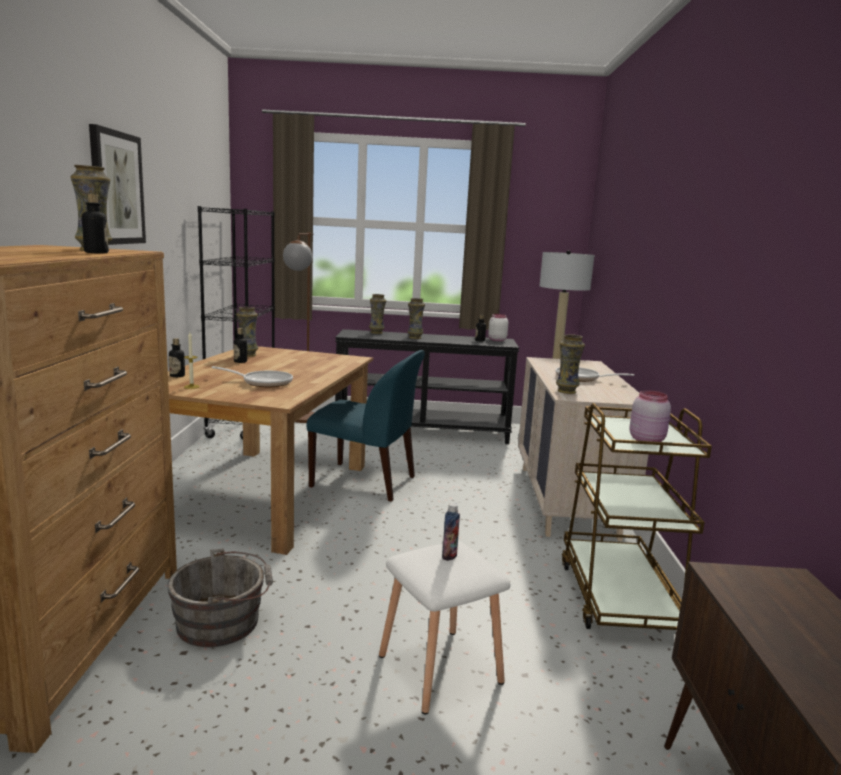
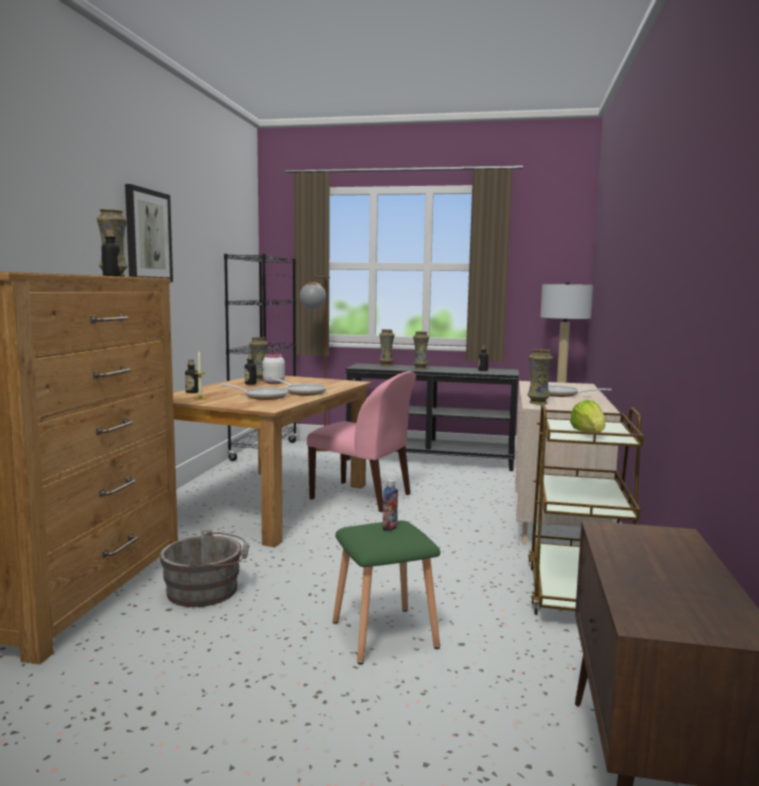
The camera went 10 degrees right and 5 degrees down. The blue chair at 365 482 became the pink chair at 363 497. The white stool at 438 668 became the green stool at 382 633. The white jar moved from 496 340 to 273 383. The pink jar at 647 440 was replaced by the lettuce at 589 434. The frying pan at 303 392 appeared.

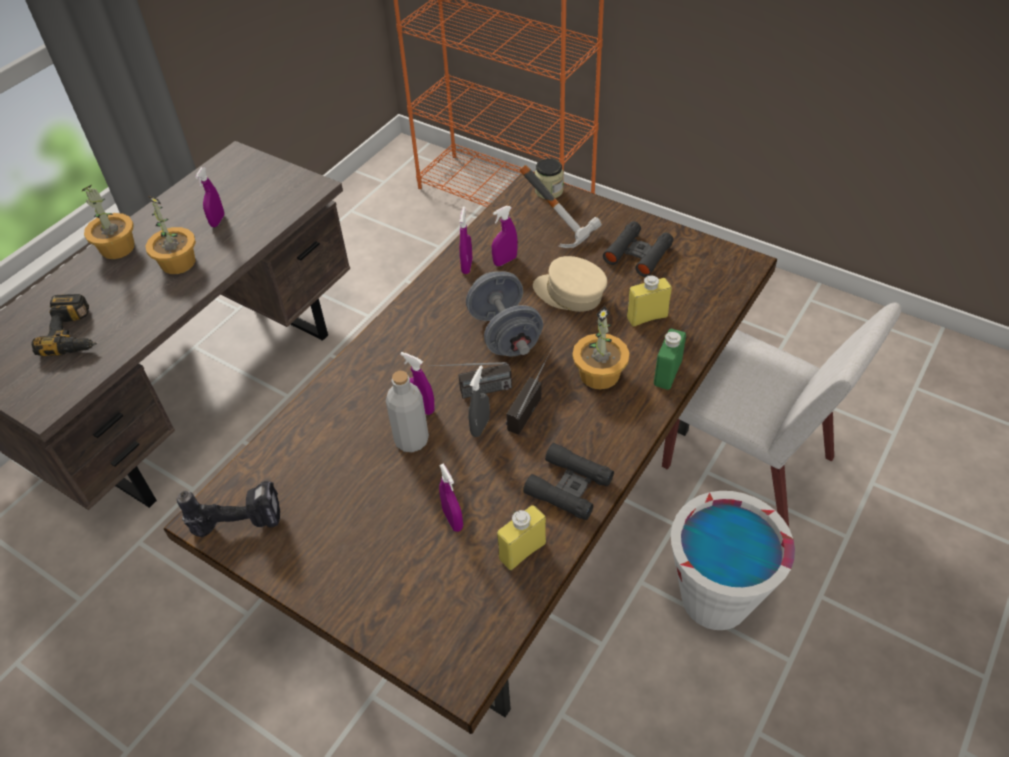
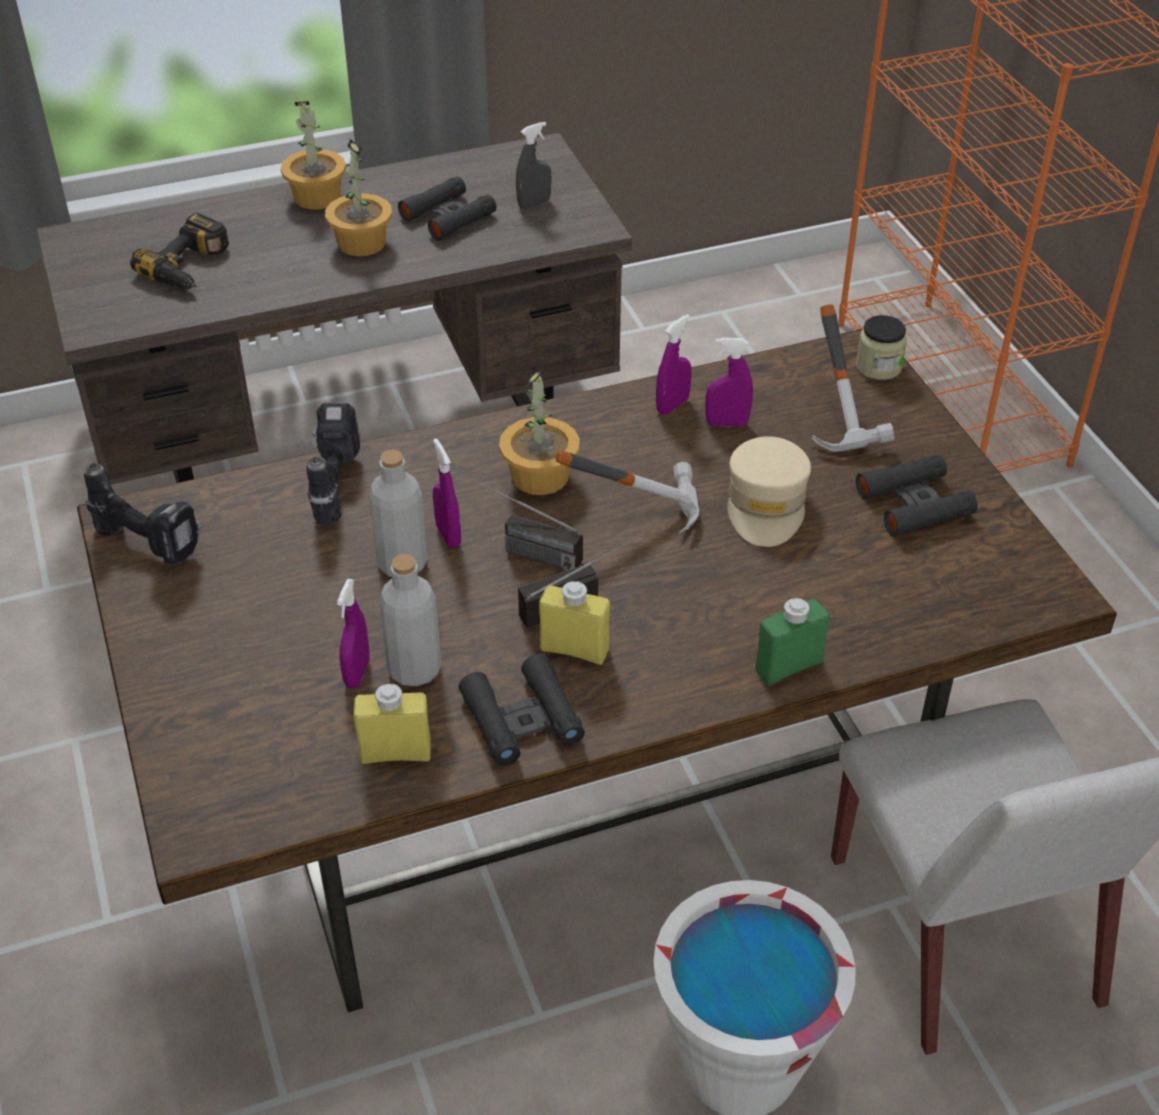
The camera went 35 degrees right and 5 degrees down. The purple spray bottle at 217 221 was replaced by the black binoculars at 448 216. The grey dumbbell at 505 334 was replaced by the hammer at 633 508. The grey spray bottle moved from 480 426 to 534 204. The beige cap at 569 294 turned 150 degrees counterclockwise. The potted plant moved from 600 374 to 541 476. The yellow bottle moved from 647 317 to 574 649. The power drill at 330 485 appeared. The grey bottle at 414 669 appeared.

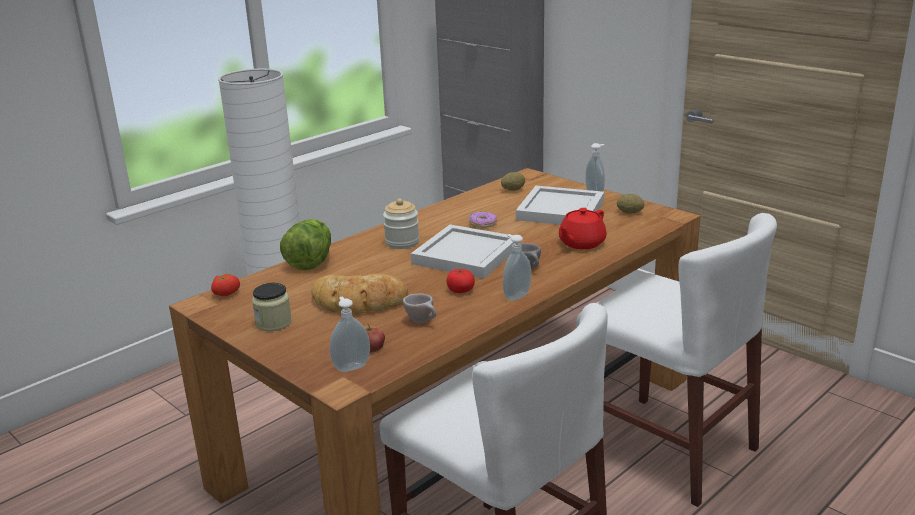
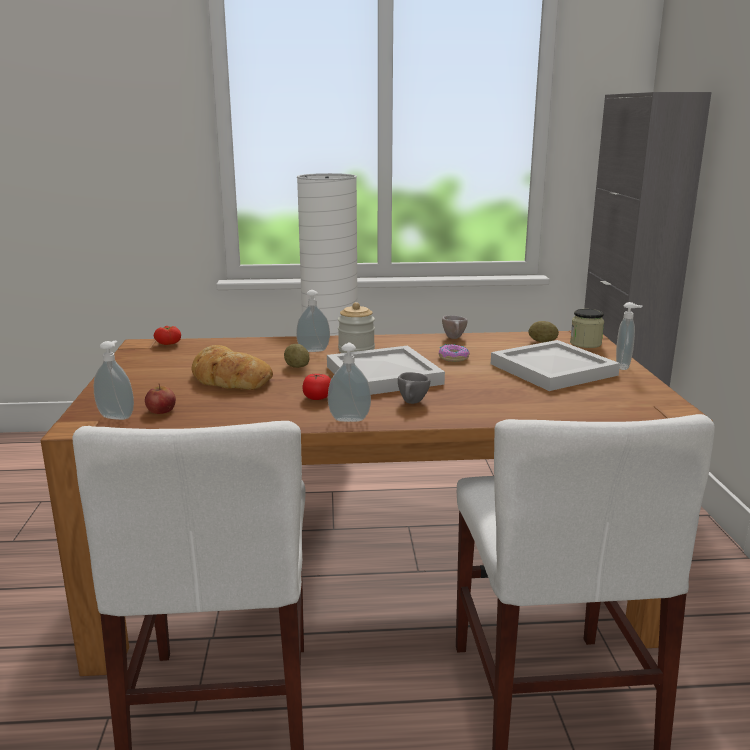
The camera went 40 degrees right and 5 degrees down. The jar moved from 273 323 to 585 343. The lettuce at 310 261 disappeared. The beige cup moved from 423 321 to 455 338. The red teapot at 581 243 disappeared. The potato moved from 630 213 to 297 367. The soap dispenser at 313 350 appeared.

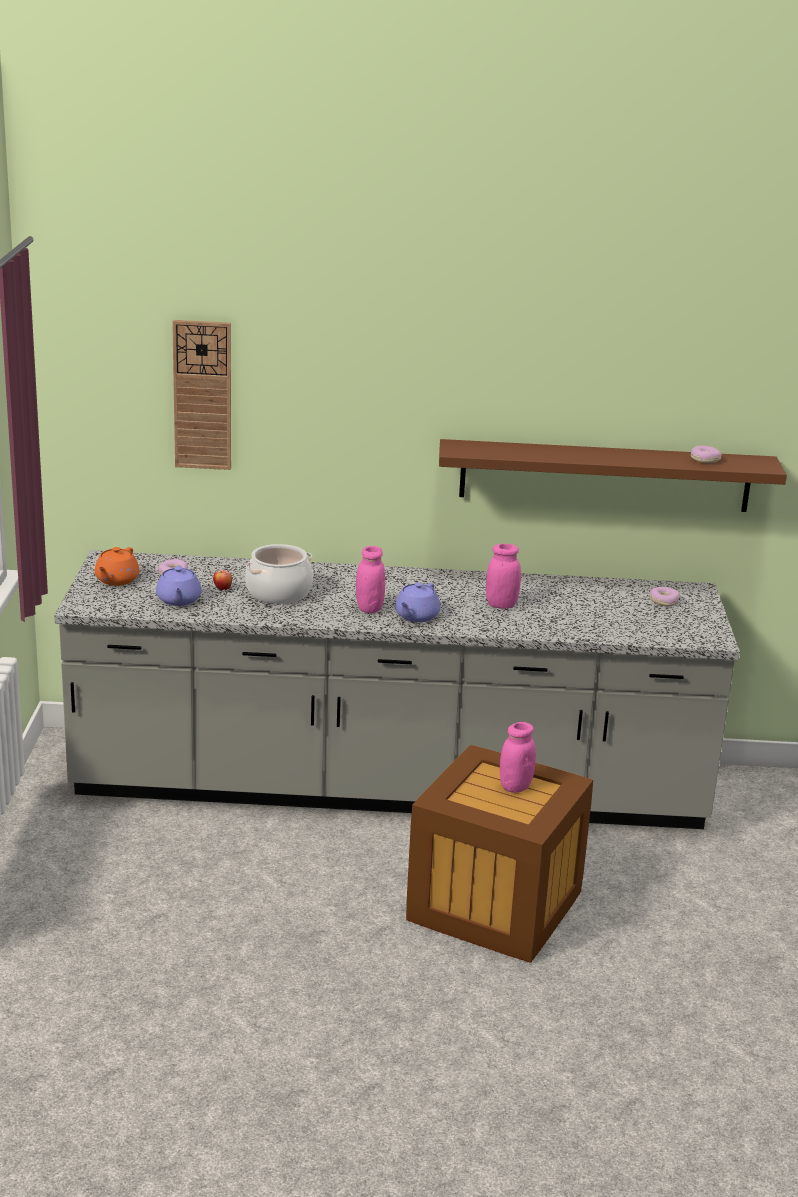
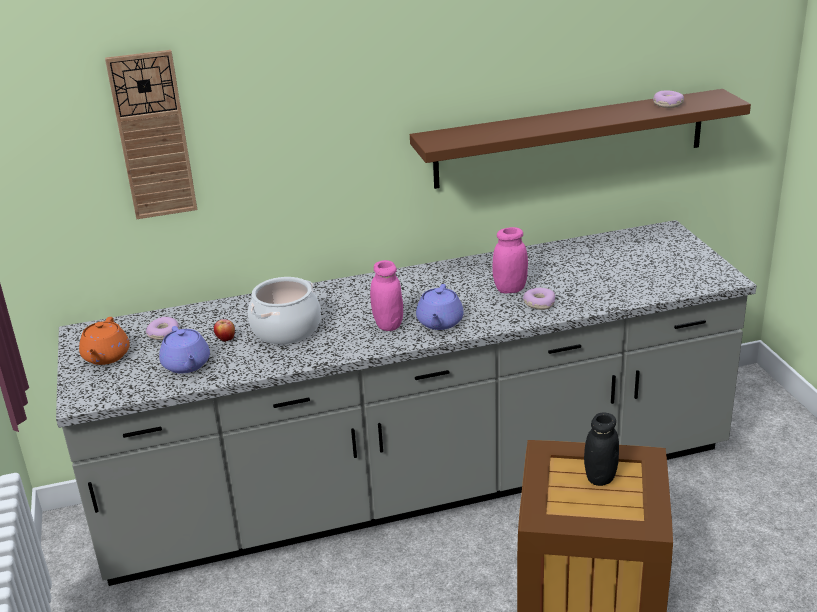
The camera went 15 degrees left and 5 degrees up. The pink jar at 515 786 became the black jar at 600 477. The donut moved from 663 601 to 539 303.

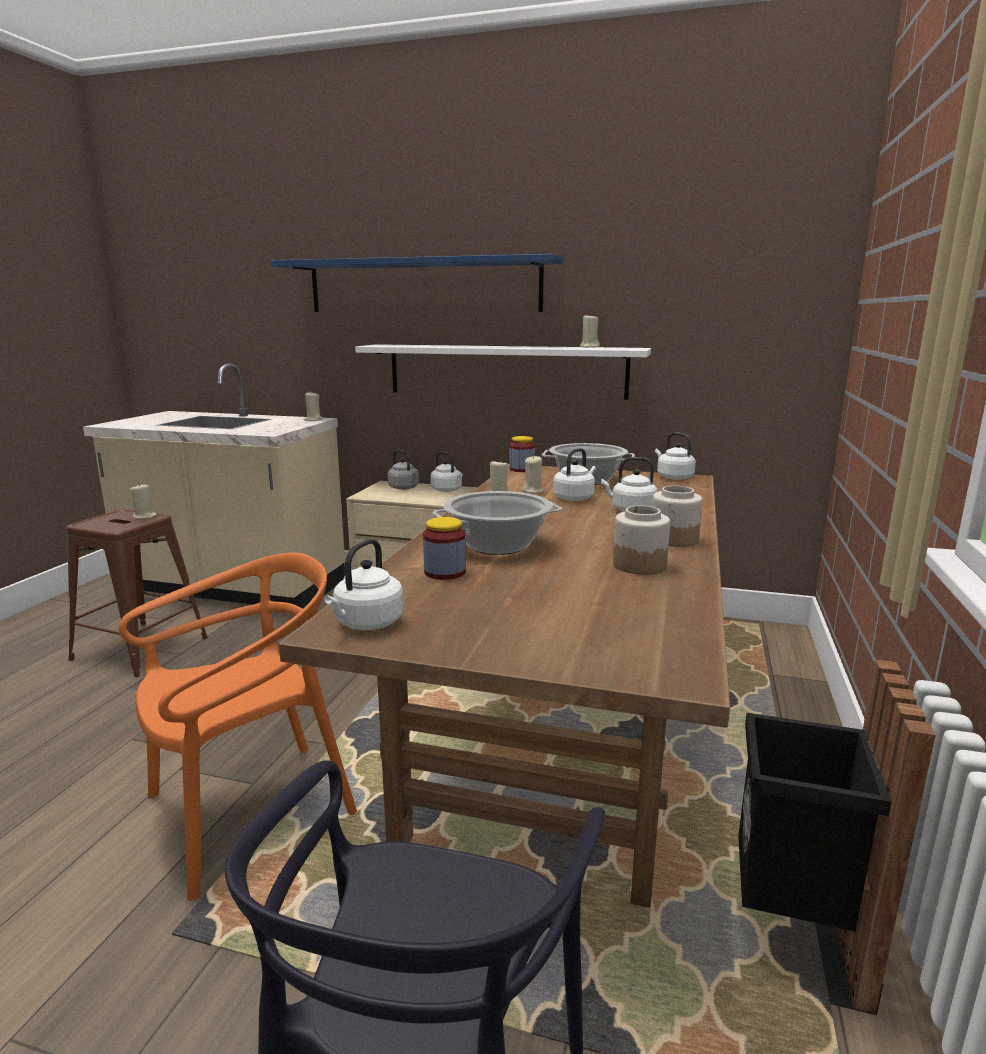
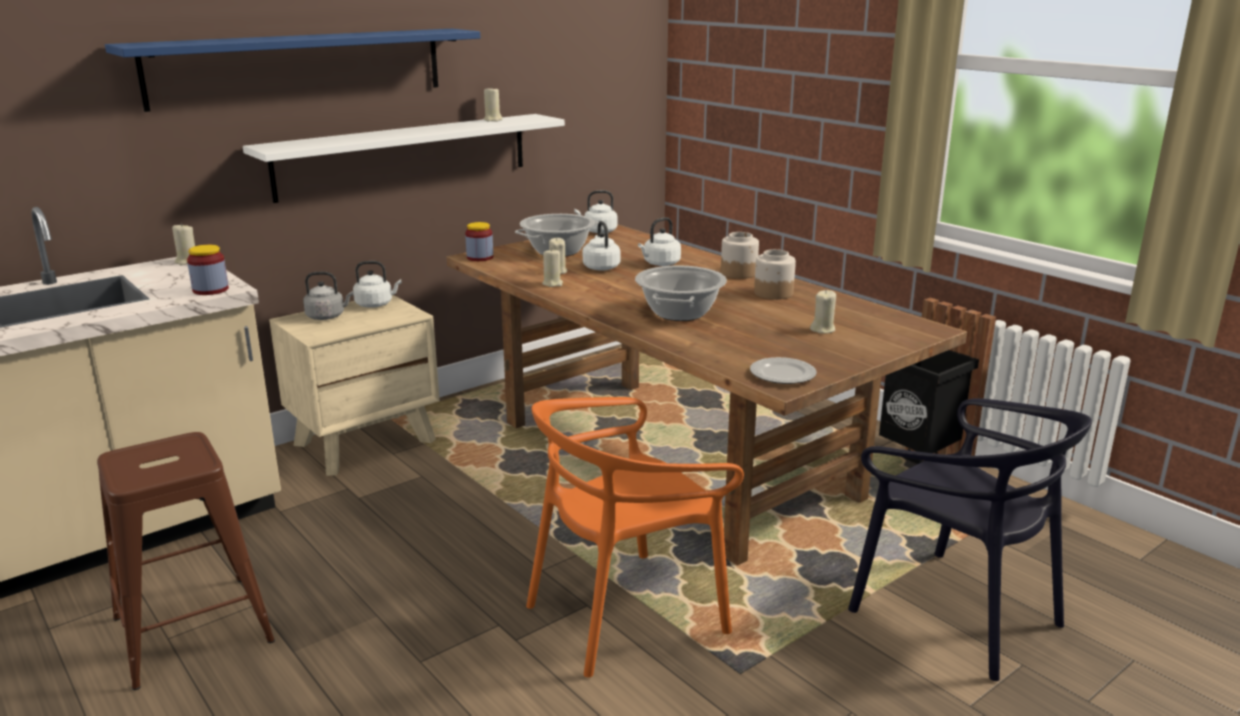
The camera went 55 degrees left and 5 degrees up. The orange chair at 249 811 turned 120 degrees counterclockwise. The beige candle moved from 144 516 to 822 329. The white kettle at 366 624 was replaced by the plate at 783 374. The jar moved from 445 572 to 210 290.

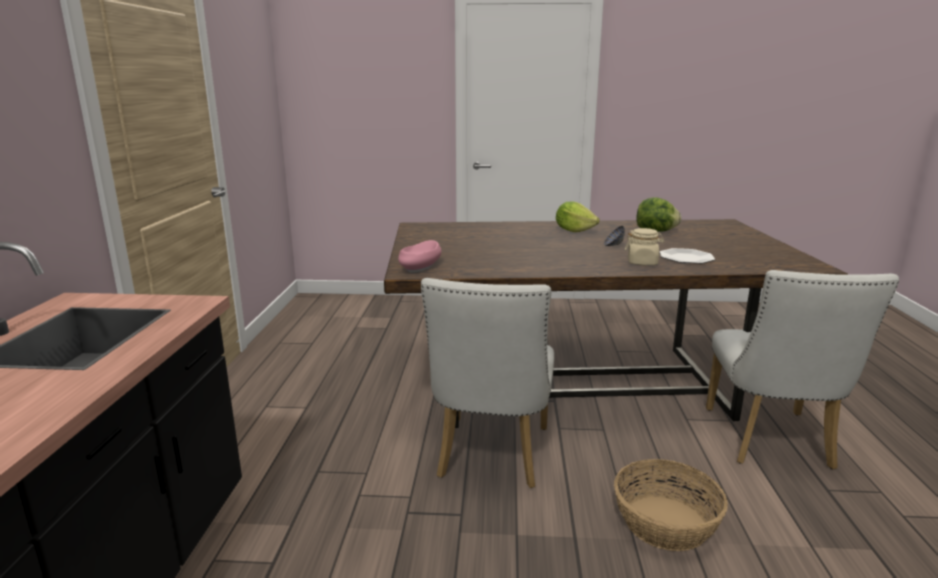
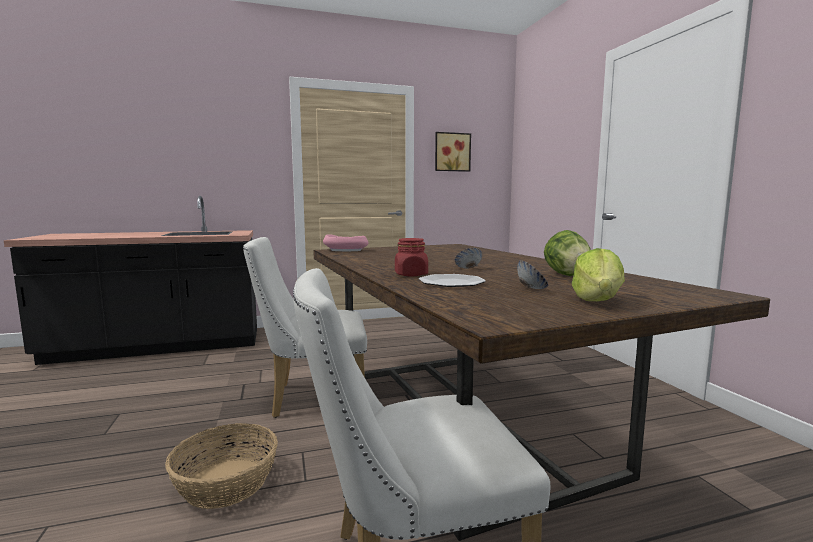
The camera went 70 degrees right and 10 degrees down. The lettuce moved from 574 230 to 597 300. The beige jar at 642 262 became the red jar at 411 274. The picture at 452 152 appeared. The bowl at 531 288 appeared.

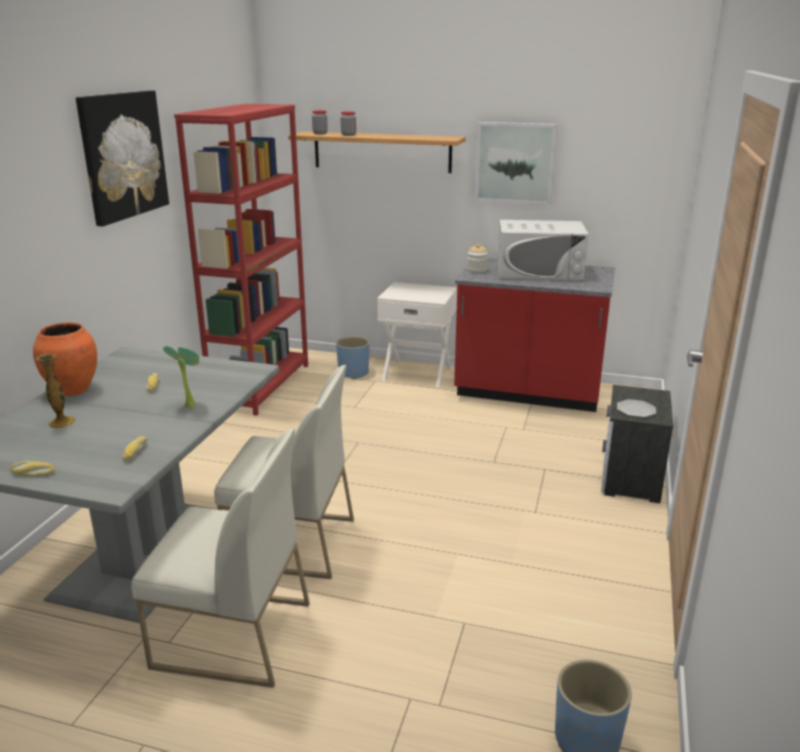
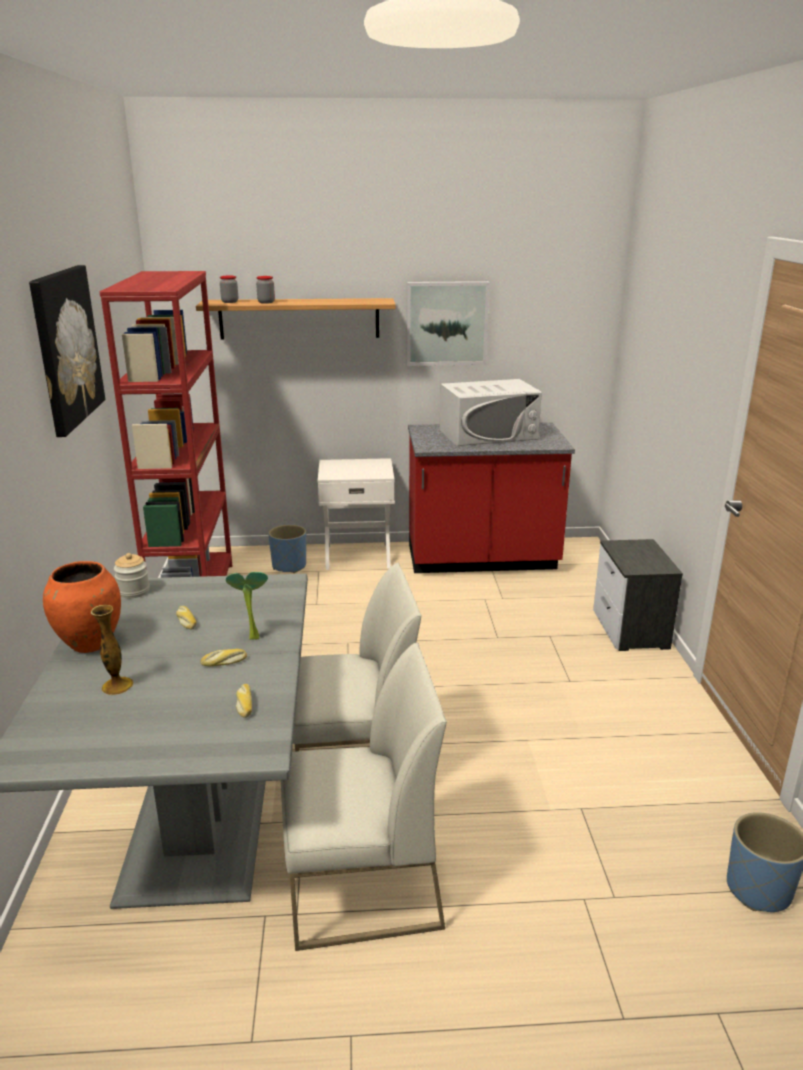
The camera went 20 degrees left and 0 degrees up. The bread moved from 32 473 to 224 662. The jar moved from 476 270 to 134 591. The plate at 635 410 disappeared.

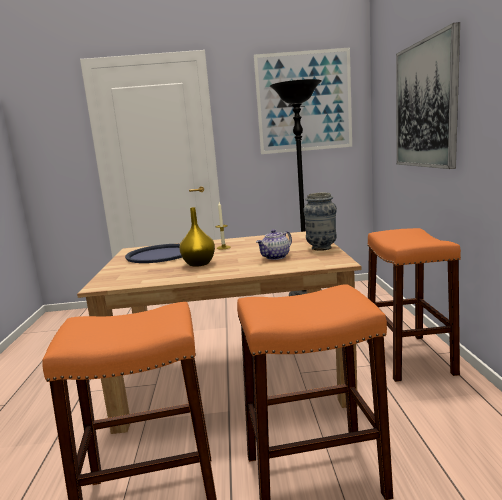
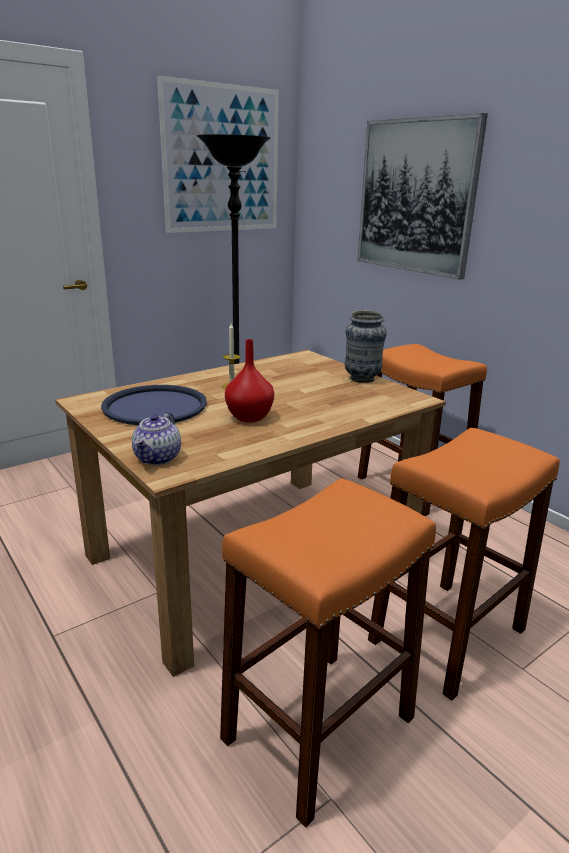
The camera went 35 degrees left and 10 degrees up. The yellow vase at 199 263 became the red vase at 250 417. The teapot moved from 275 257 to 158 458.

